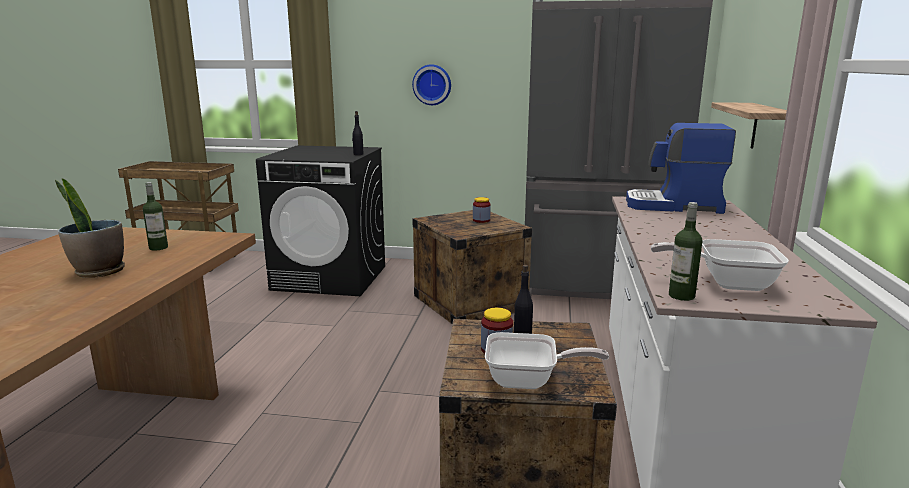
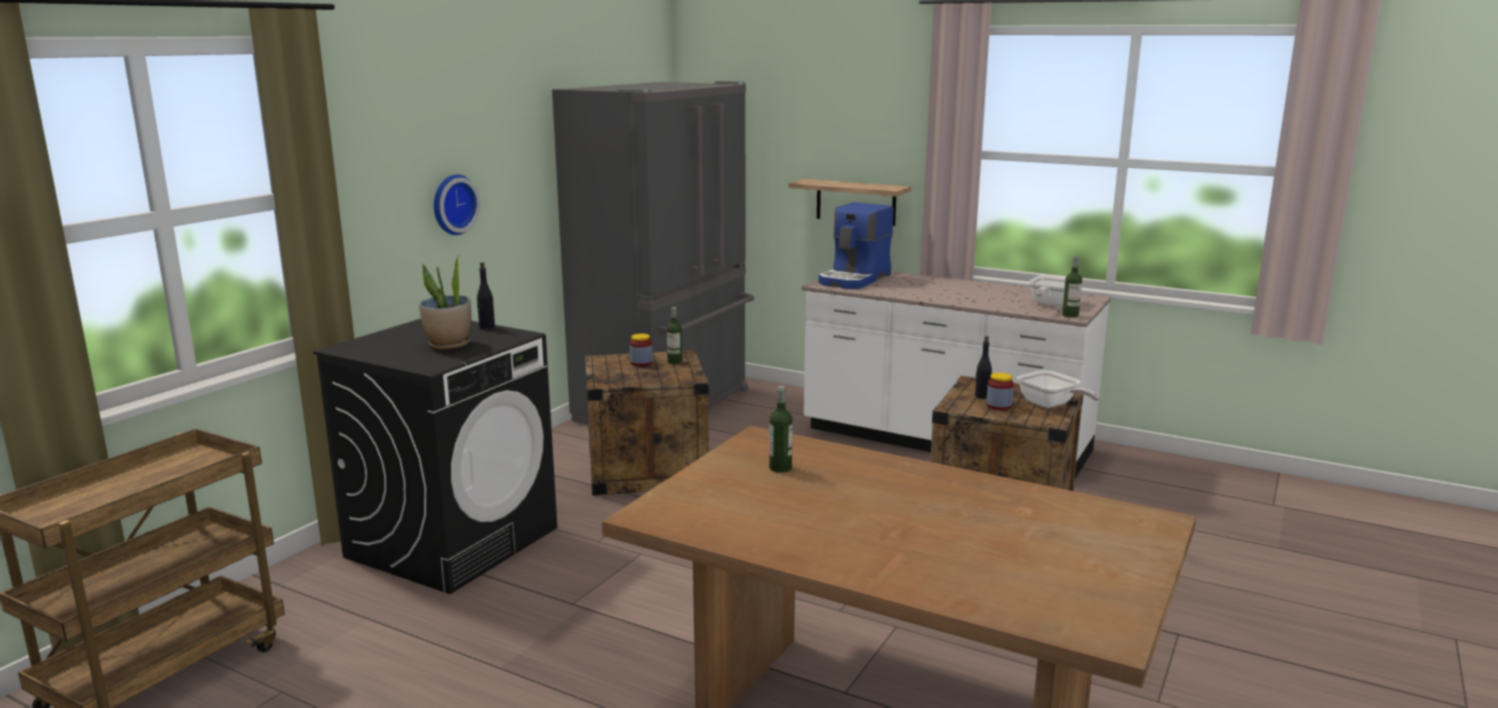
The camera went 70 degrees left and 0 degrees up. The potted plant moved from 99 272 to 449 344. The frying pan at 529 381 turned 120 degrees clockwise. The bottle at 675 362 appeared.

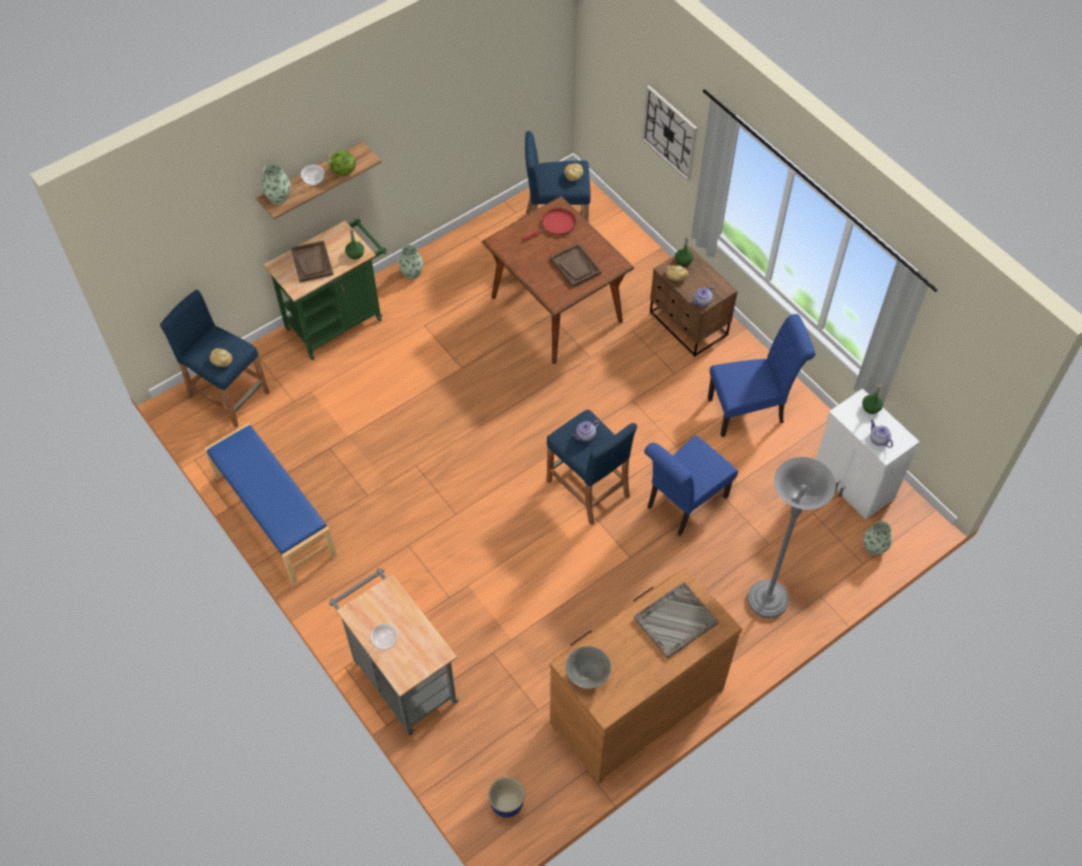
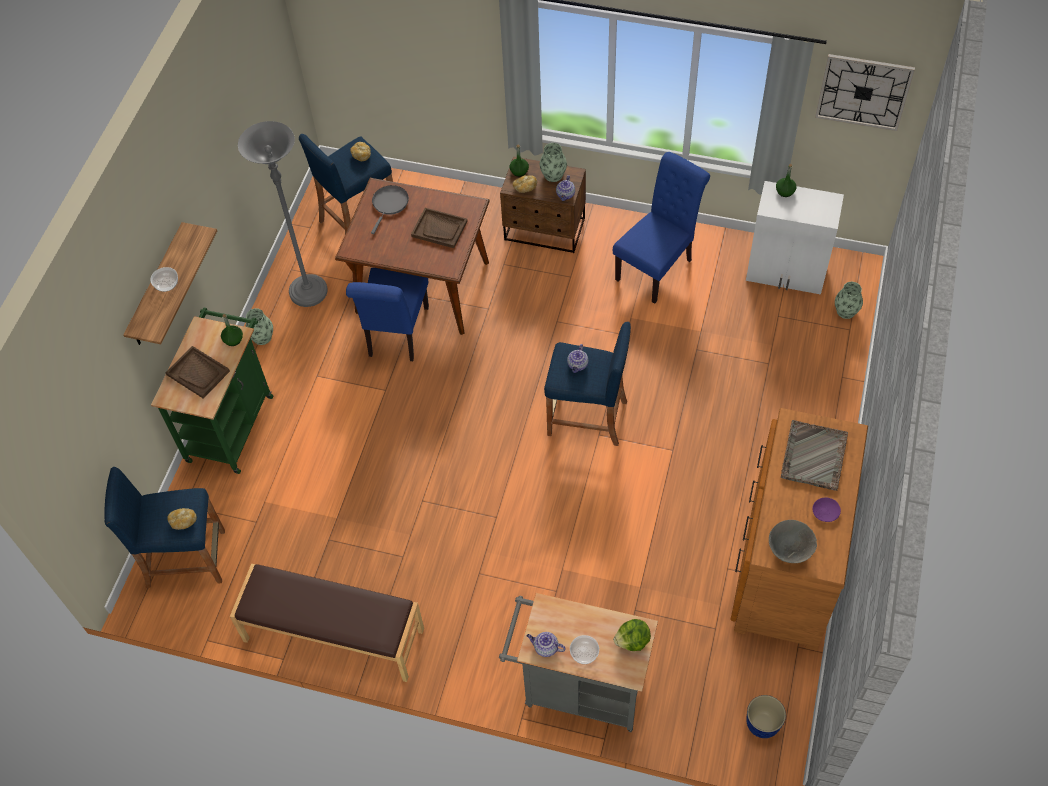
The camera went 35 degrees left and 0 degrees up. The blue bench at 274 516 became the brown bench at 333 636. The vase moved from 278 197 to 553 175. The lettuce moved from 342 171 to 632 641. The red frying pan at 556 225 became the grey frying pan at 389 204. The wall clock moved from 670 133 to 863 92. The blue chair moved from 683 504 to 396 335. The grey floor lamp moved from 767 600 to 308 292. The teapot moved from 878 439 to 545 648. The purple plate at 825 511 appeared.

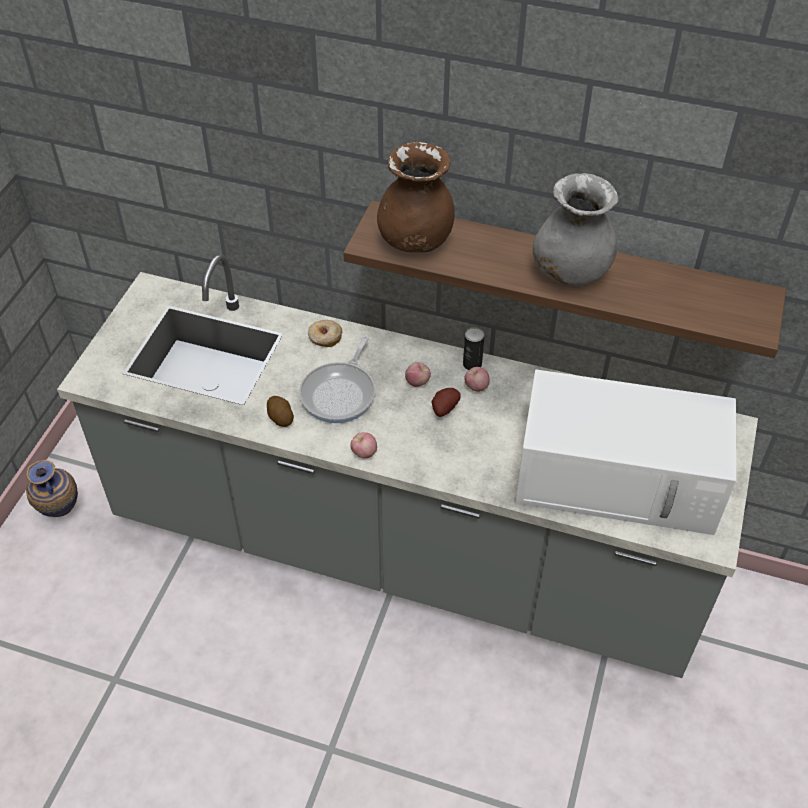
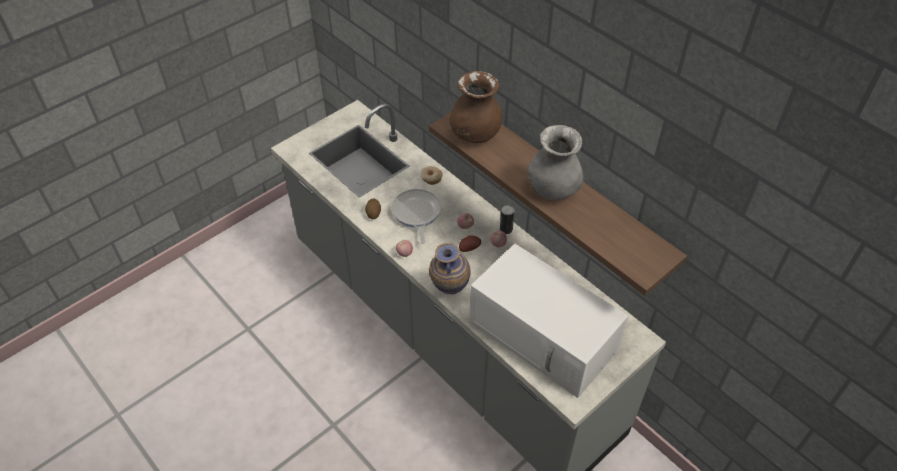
The camera went 30 degrees right and 0 degrees up. The vase moved from 60 513 to 449 290. The frying pan at 340 393 turned 120 degrees clockwise.

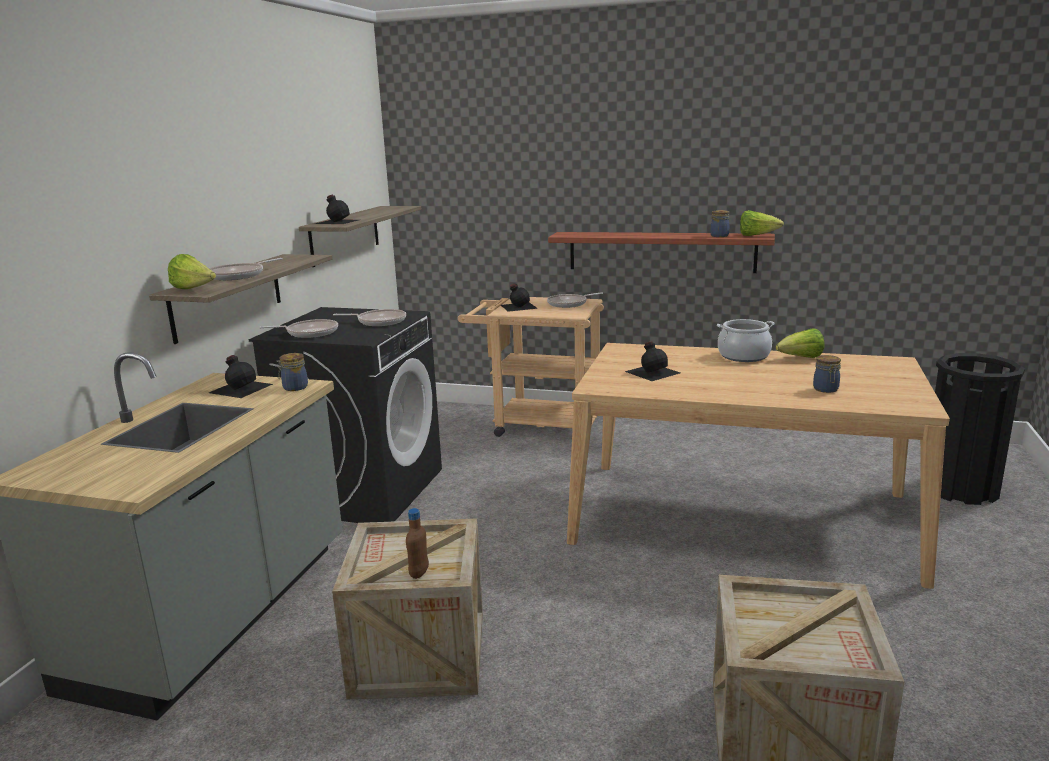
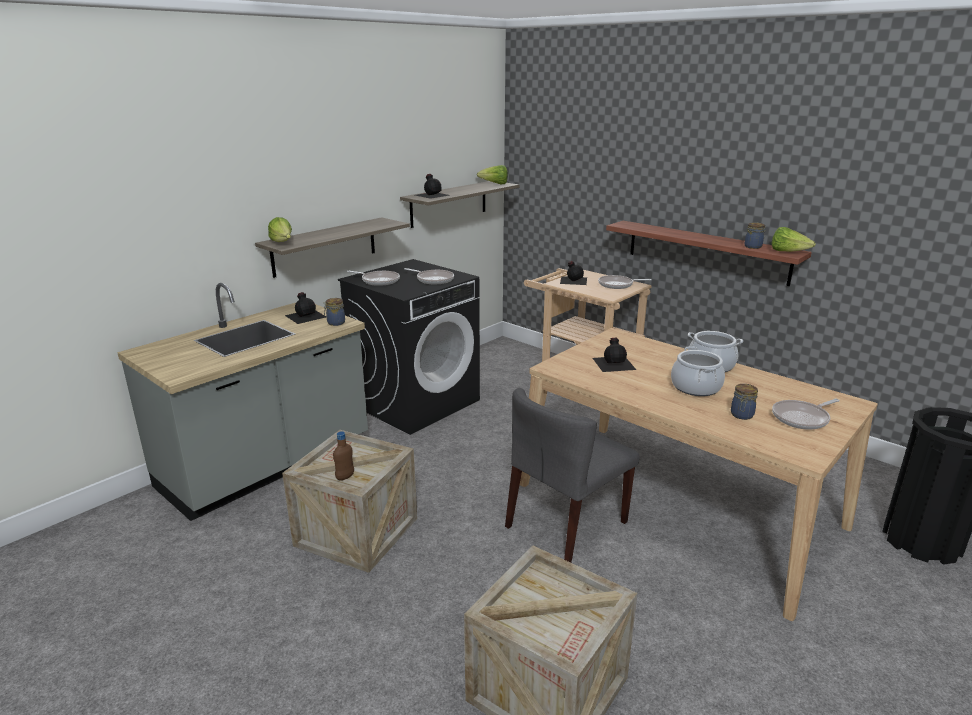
The camera went 25 degrees right and 5 degrees up. The frying pan moved from 239 275 to 802 418. The lettuce moved from 800 358 to 495 184. The grey chair at 566 525 appeared. The cooking pot at 695 387 appeared.

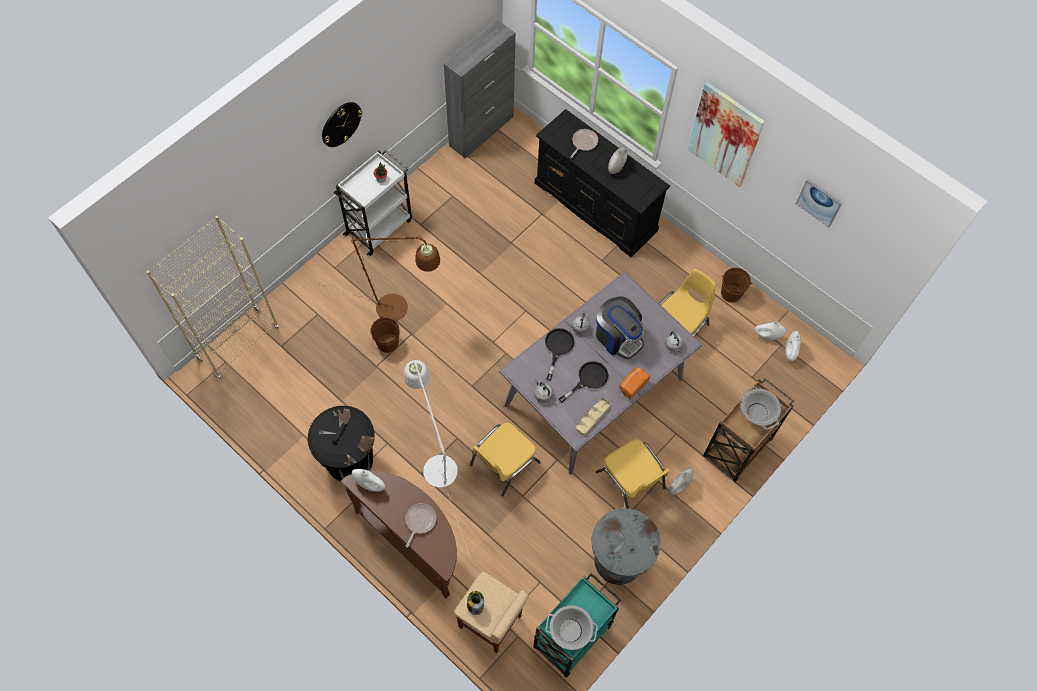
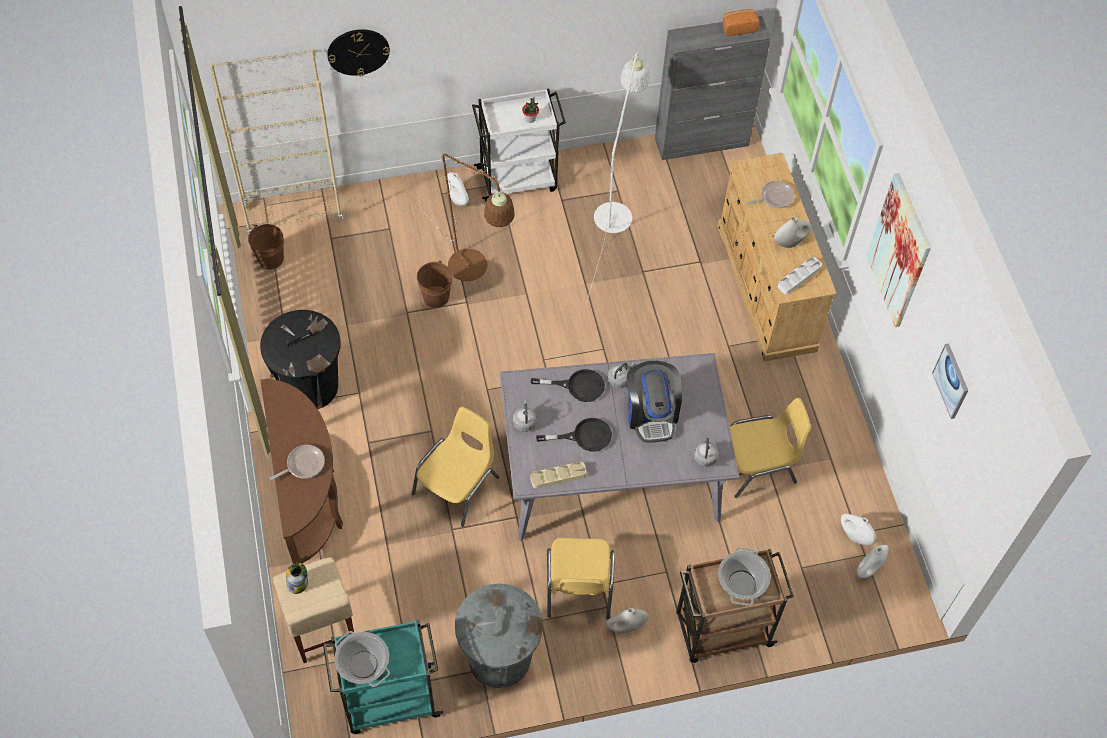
The camera went 35 degrees right and 5 degrees down. The wall clock moved from 341 124 to 358 51. The white vase moved from 370 485 to 457 199. The white floor lamp moved from 437 462 to 615 209. The yellow chair at 503 464 turned 135 degrees clockwise. The black dresser at 596 207 became the beige dresser at 766 288. The black frying pan at 557 348 turned 45 degrees clockwise. The bread moved from 632 385 to 738 27. The brown bucket moved from 731 293 to 270 258. The white tray at 799 277 appeared.

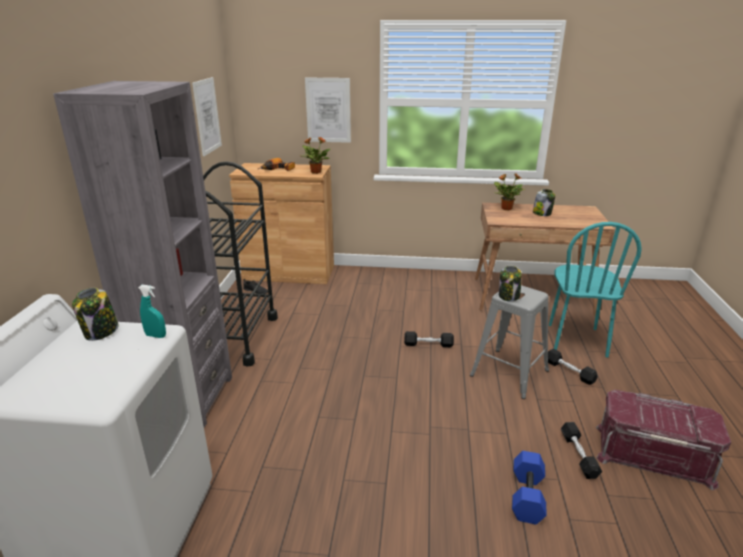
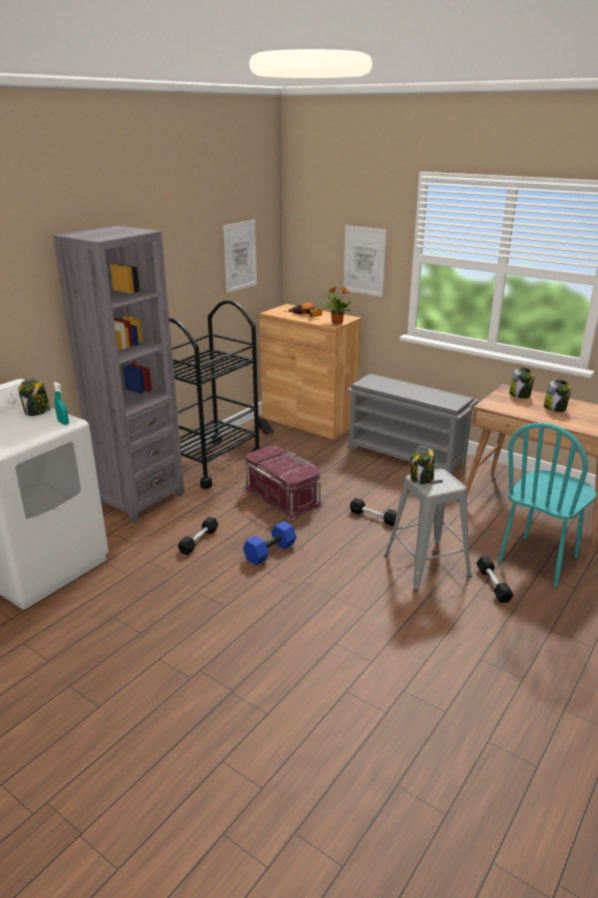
The camera went 30 degrees right and 0 degrees up. The potted plant at 506 208 was replaced by the jar at 520 395. The blue dumbbell moved from 526 495 to 270 551. The black dumbbell moved from 578 455 to 199 541. The red storage box moved from 653 454 to 283 496. The grey shoe rack at 407 456 appeared.

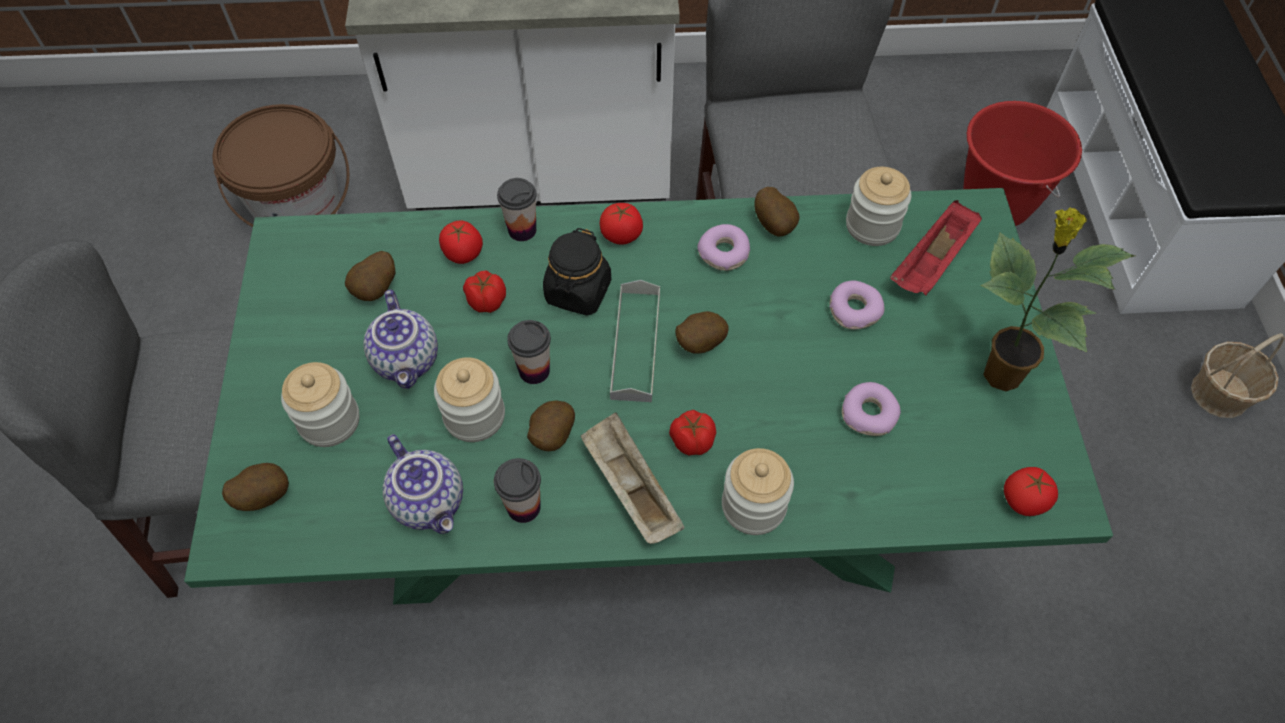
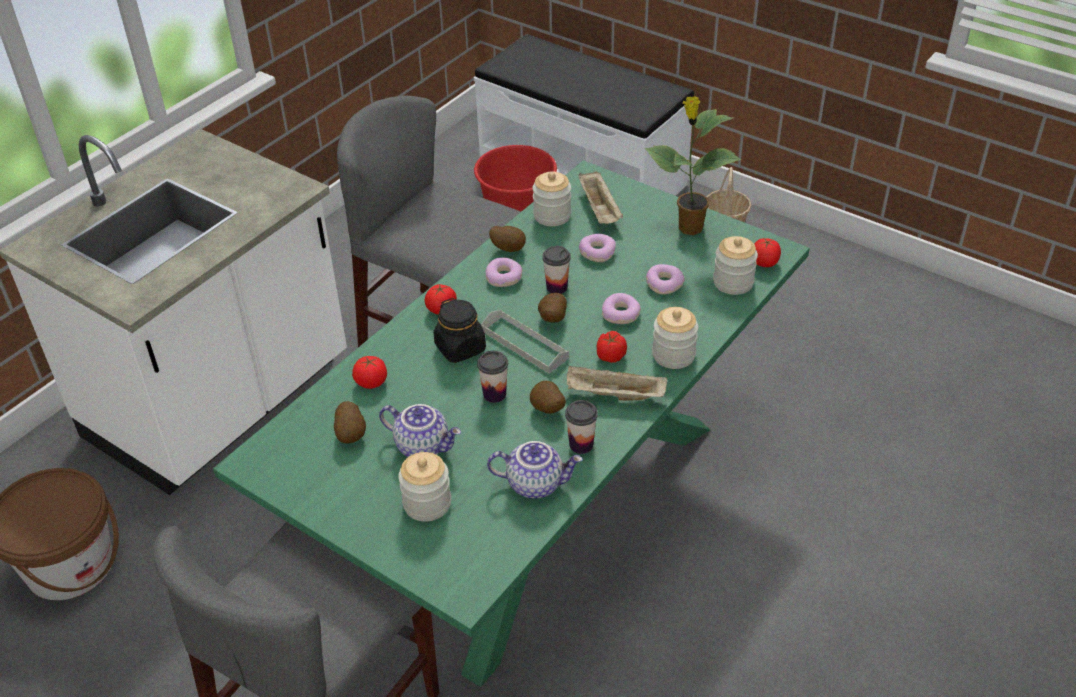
The camera went 50 degrees left and 15 degrees down. The potato at 263 495 disappeared. The jar moved from 474 416 to 733 282. The tomato at 486 301 disappeared. The cup moved from 522 230 to 556 287. The red tray at 932 263 became the beige tray at 600 210. The donut at 621 314 appeared.

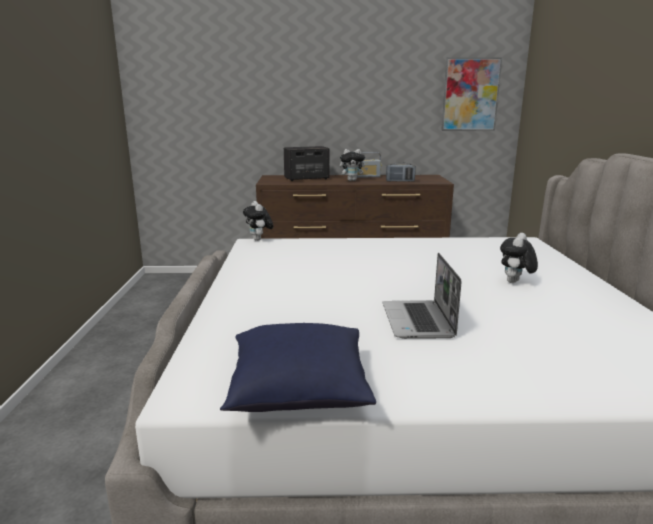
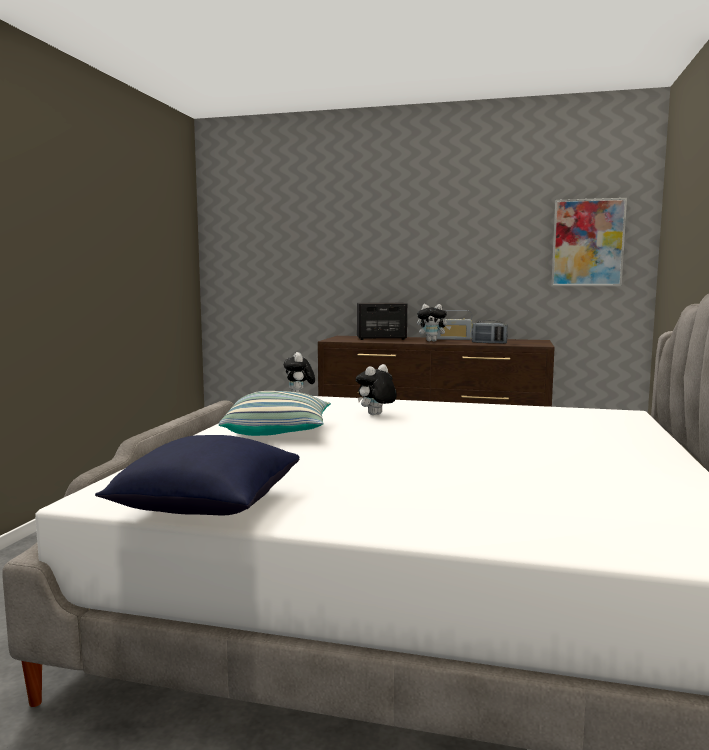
The camera went 15 degrees right and 10 degrees down. The laptop at 418 321 disappeared. The plush toy moved from 515 282 to 376 415. The pillow at 278 432 appeared.

